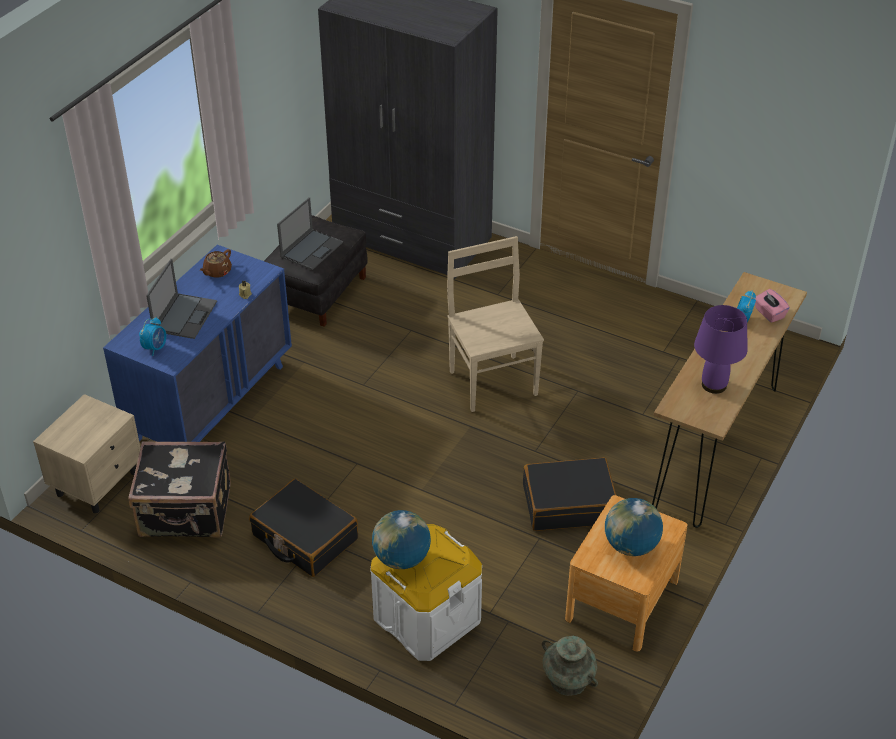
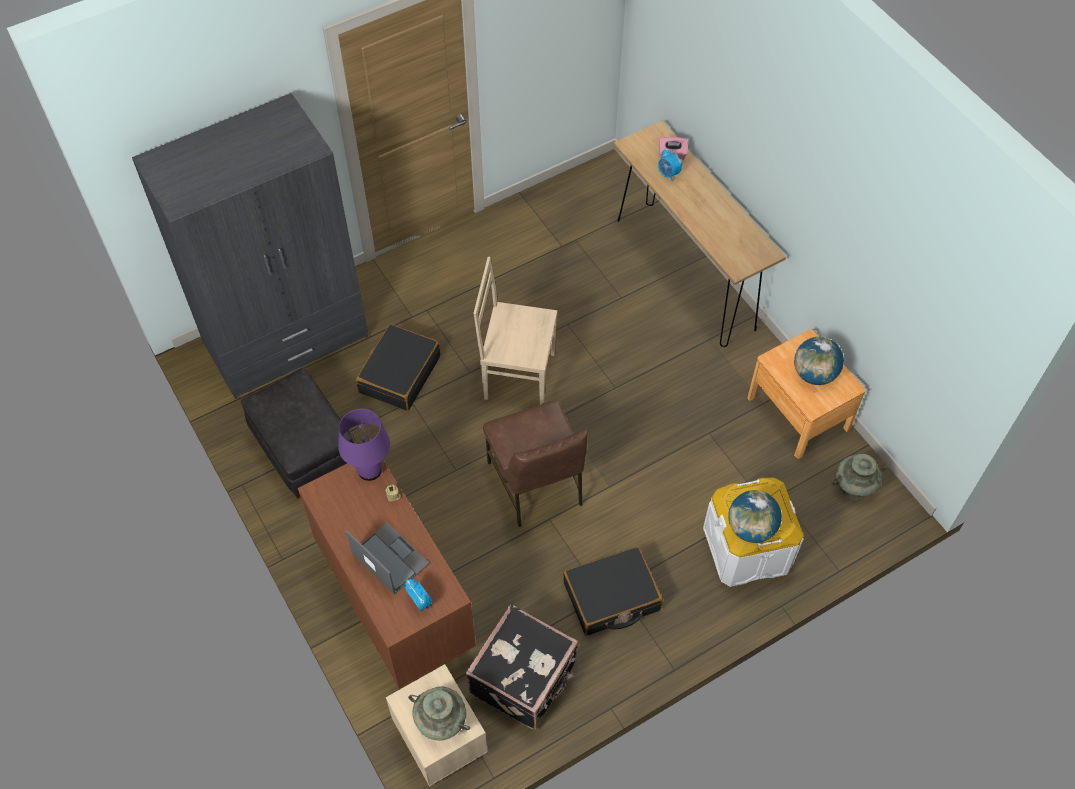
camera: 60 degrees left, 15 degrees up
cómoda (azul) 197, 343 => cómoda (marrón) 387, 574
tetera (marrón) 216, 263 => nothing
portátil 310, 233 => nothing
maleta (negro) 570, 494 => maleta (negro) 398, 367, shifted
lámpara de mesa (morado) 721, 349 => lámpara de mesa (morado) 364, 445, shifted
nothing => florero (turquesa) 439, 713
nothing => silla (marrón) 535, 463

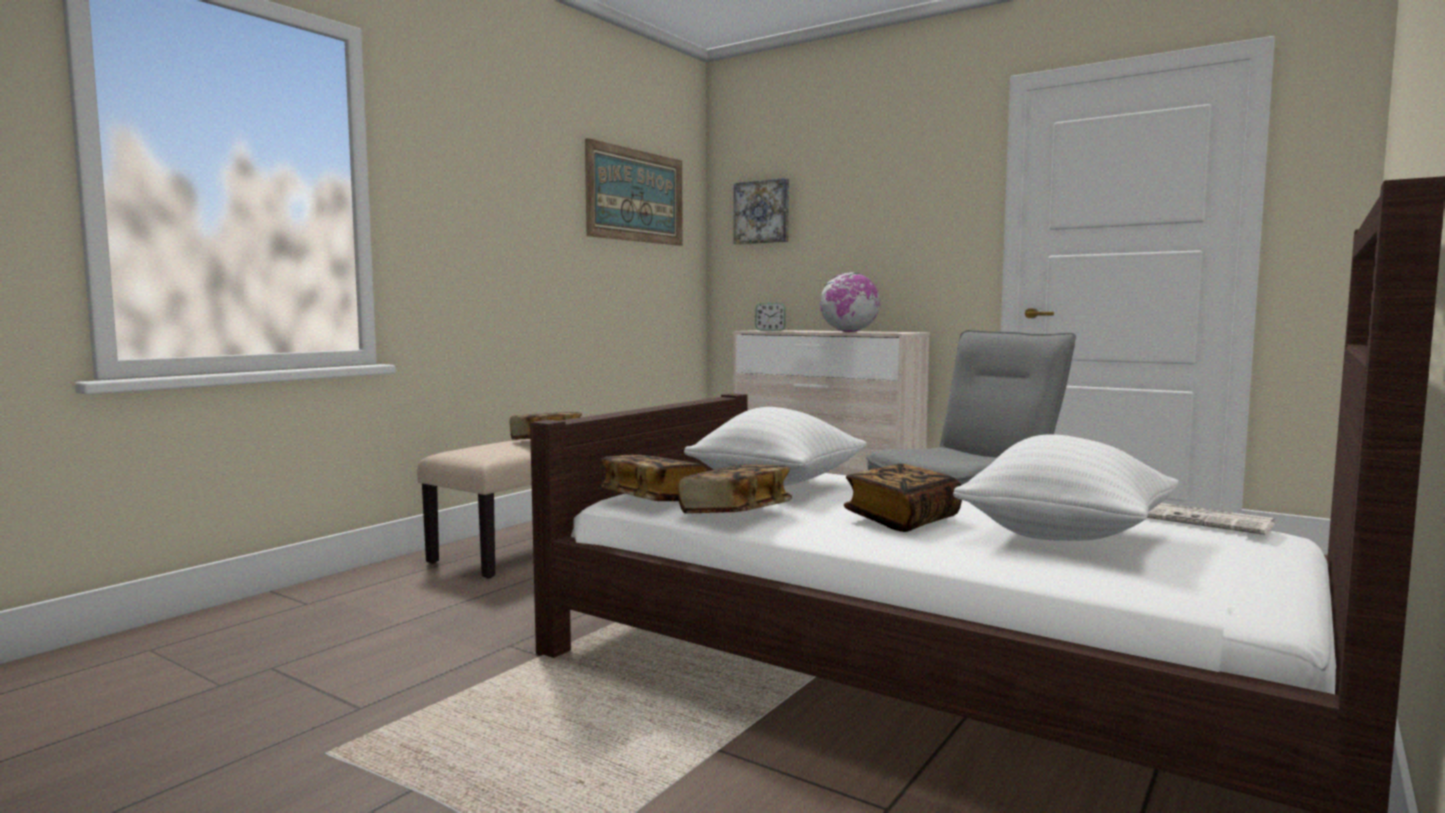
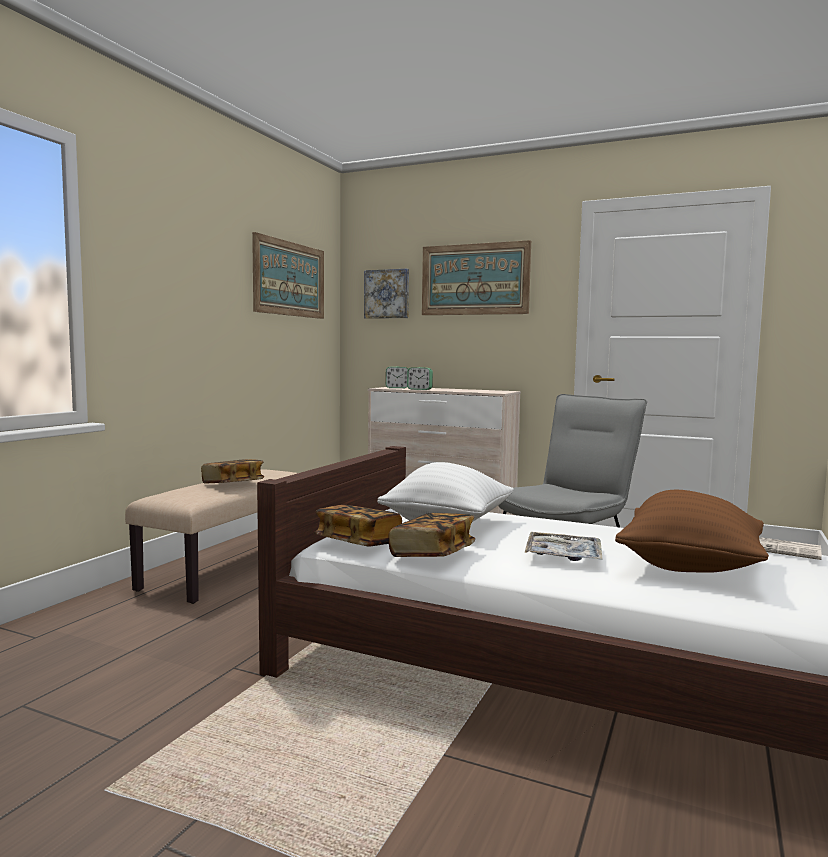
camera: 10 degrees left, 0 degrees up
globo terráqueo 850, 302 => nothing
libro 903, 498 => bandeja 563, 546
cojín (blanco) 1066, 487 => cojín (marrón) 692, 531
nothing => despertador 420, 378
nothing => cuadro 476, 277

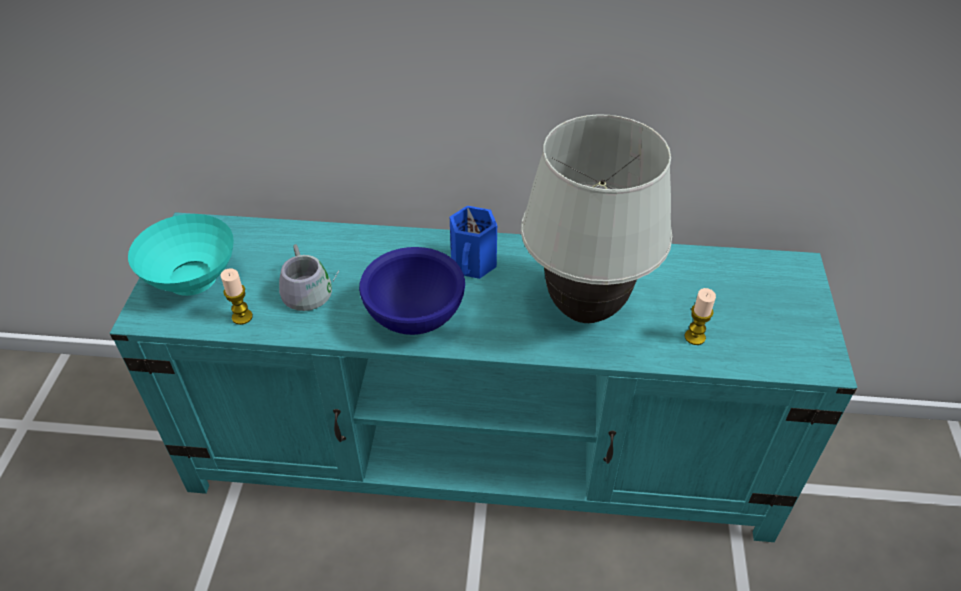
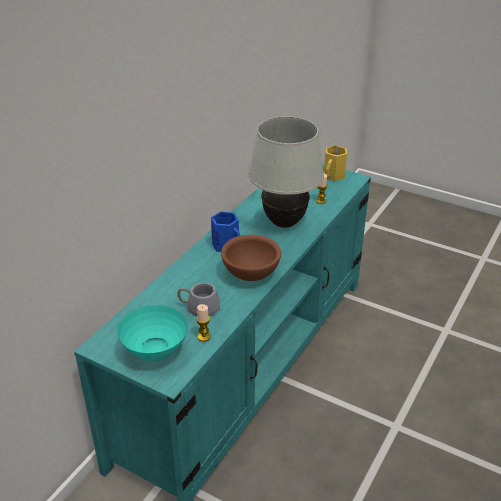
camera: 65 degrees left, 10 degrees down
cuenco (azul) 412, 291 => cuenco (marrón) 251, 257
nothing => taza grande (amarillo) 335, 163

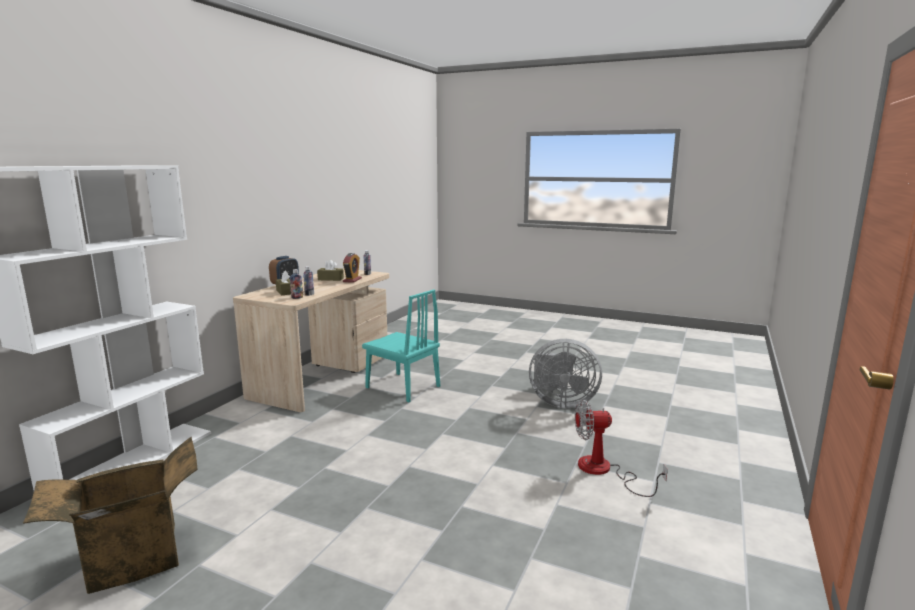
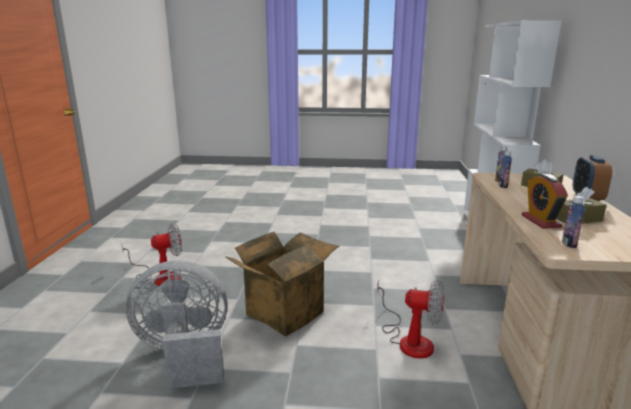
camera: 160 degrees right, 5 degrees up
caja de cartón 110, 515 => caja de cartón 282, 284, shifted
silla (turquesa) 401, 345 => ventilador 410, 319

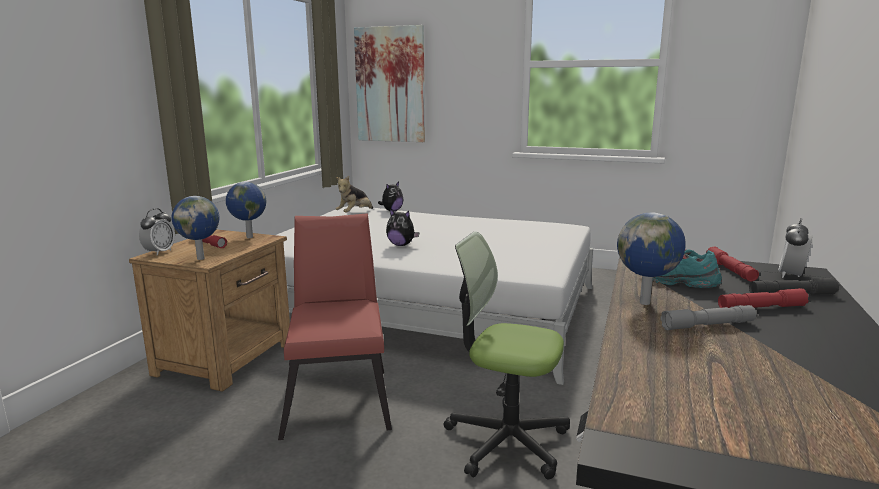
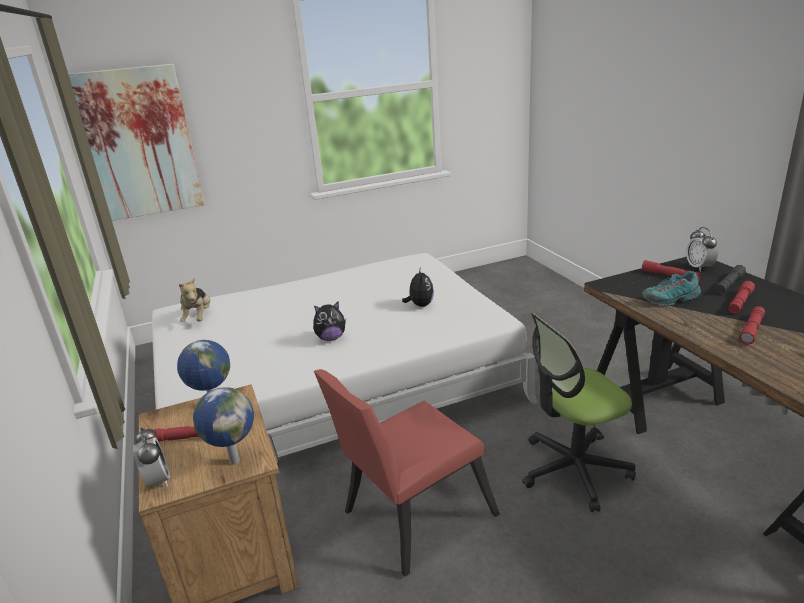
camera: 40 degrees left, 10 degrees up
silla (rojo) 335, 326 => silla (rojo) 407, 473, 75 degrees counterclockwise
peluche 391, 196 => peluche 418, 287, shifted
globo terráqueo 651, 259 => nothing
linterna (gris) 708, 317 => linterna (rojo) 752, 325

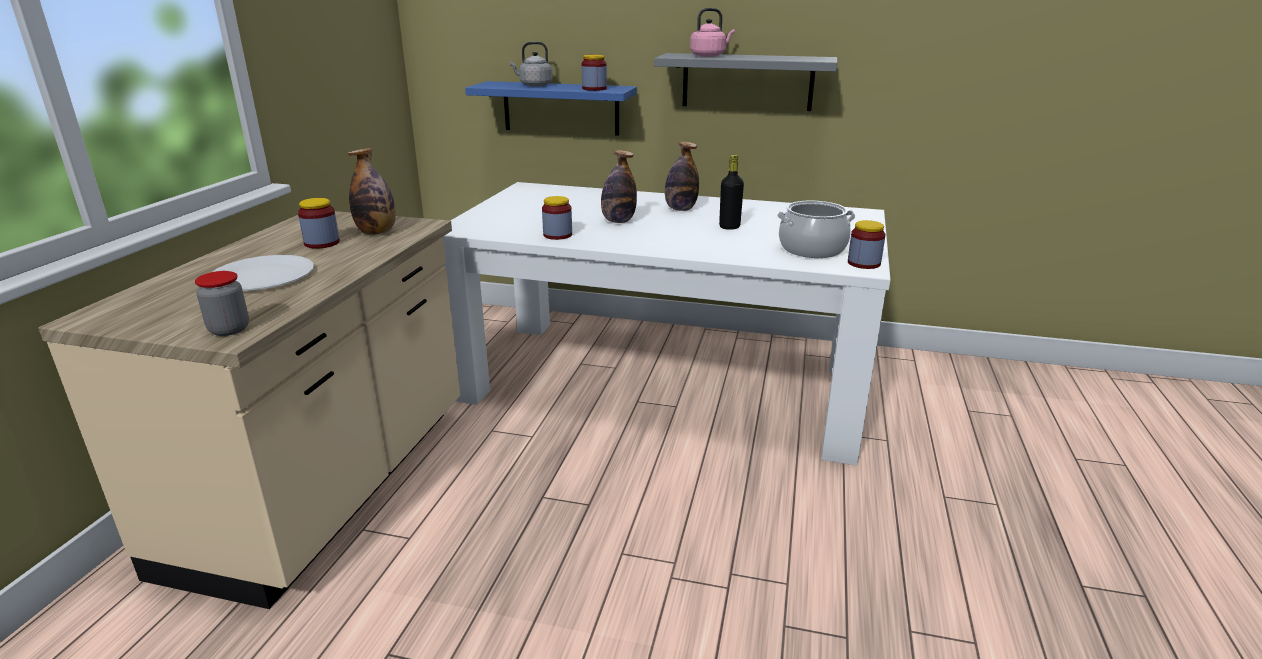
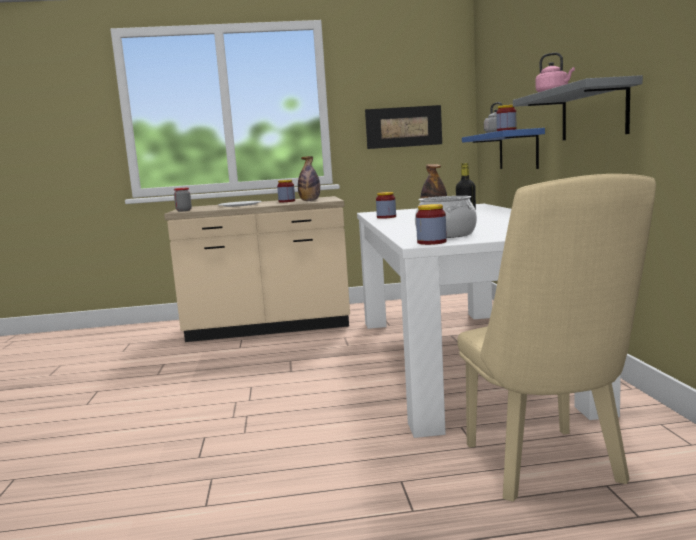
camera: 70 degrees right, 15 degrees down
botella 682, 176 => nothing
nothing => cuadro 403, 127
nothing => silla (beis) 556, 338

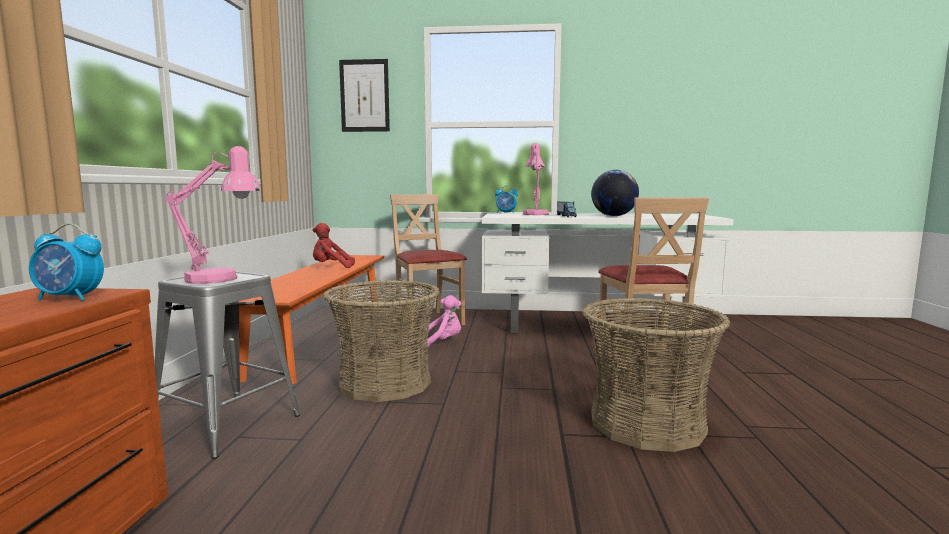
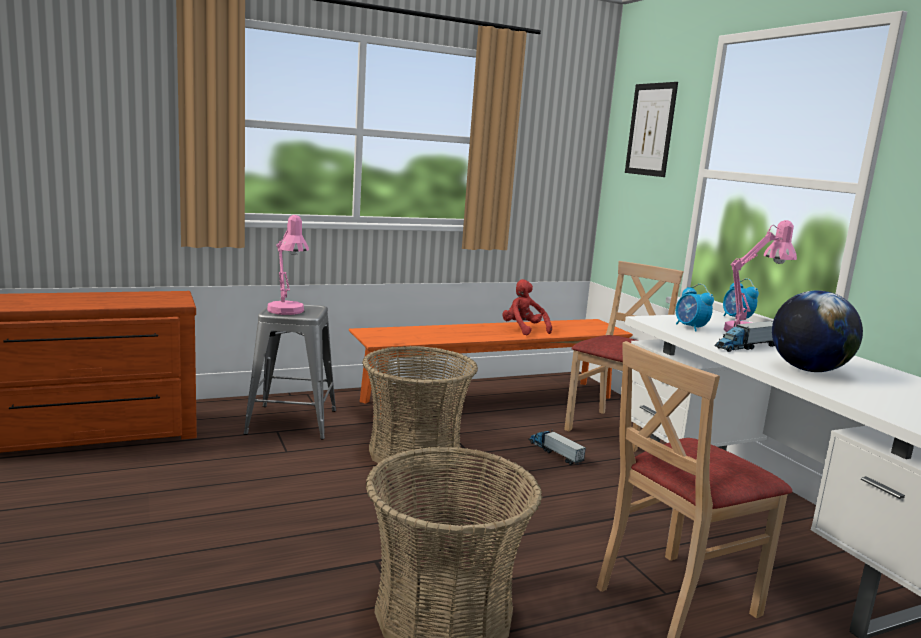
camera: 60 degrees right, 5 degrees up
despertador 66, 262 => despertador 695, 308, shifted
peluche (rosa) 439, 321 => camión de juguete 557, 447

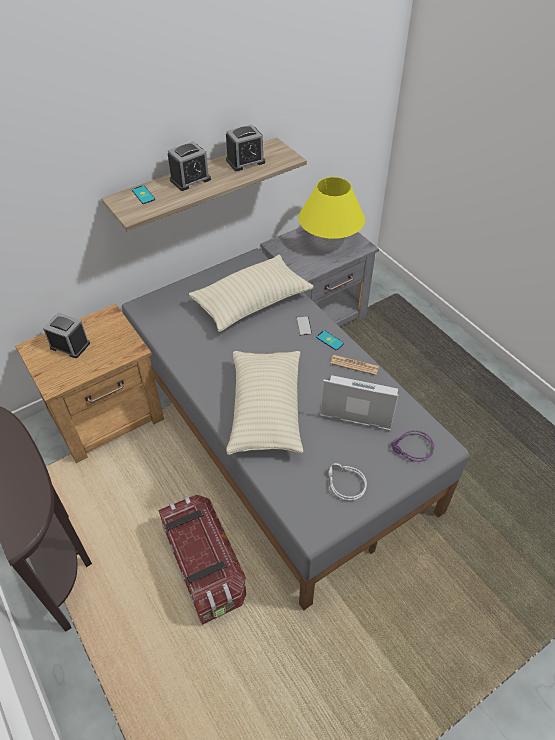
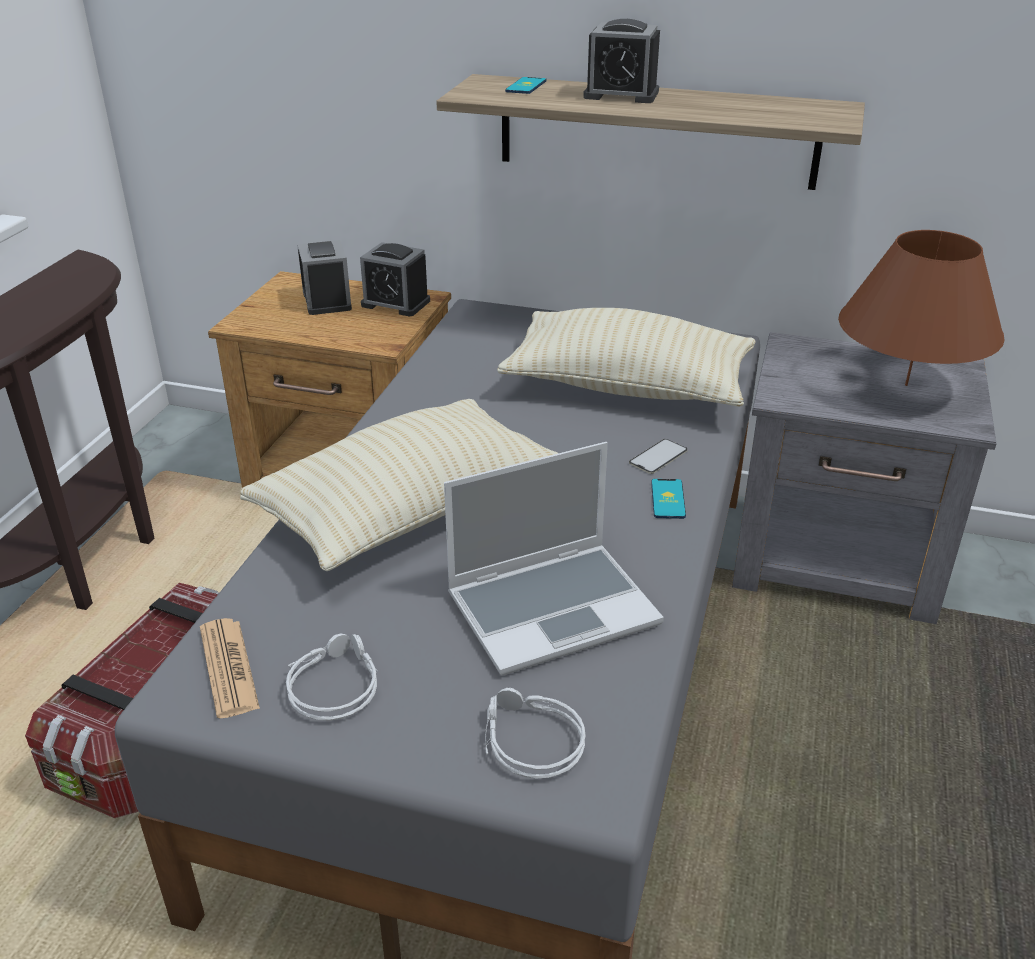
camera: 50 degrees right, 15 degrees down
despertador 245, 148 => despertador 395, 279, shifted
lámpara de mesa (amarillo) 331, 209 => lámpara de mesa (marrón) 921, 308
portátil 359, 403 => portátil 554, 559, 90 degrees clockwise
periódico 354, 365 => periódico 230, 668, shifted
auriculares (morado) 412, 446 => auriculares (gris) 535, 733

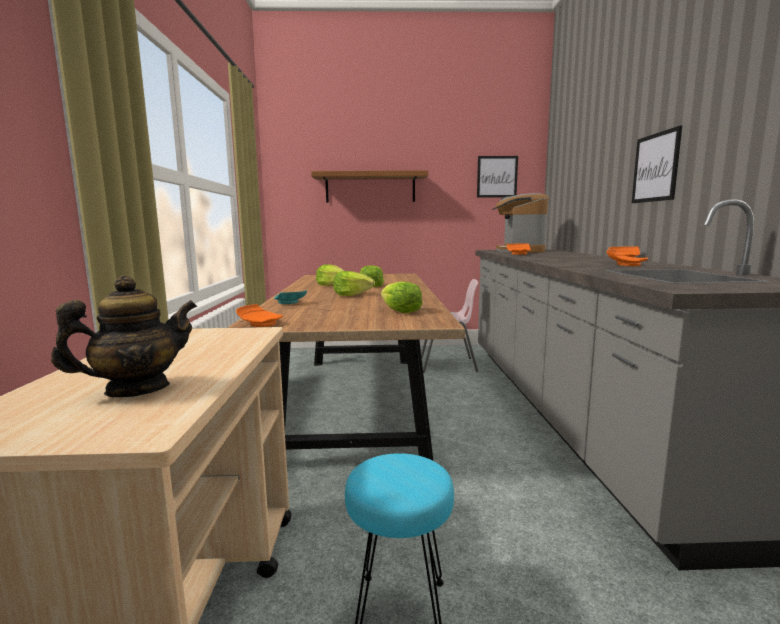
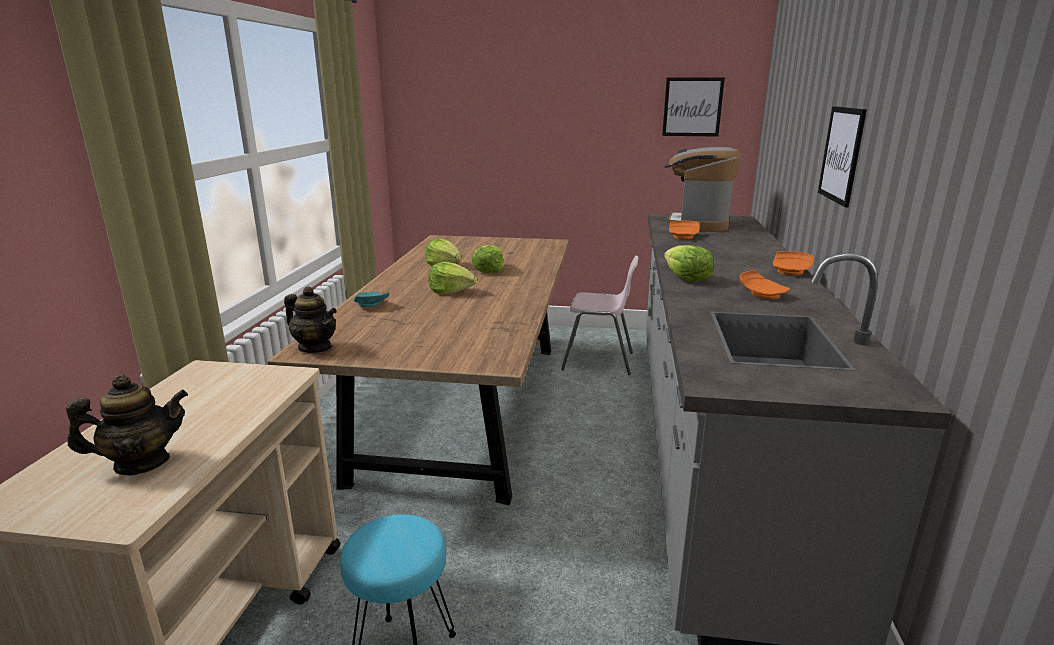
camera: 10 degrees right, 10 degrees up
plato (naranja) 259, 315 => tetera 310, 320
estante 369, 186 => nothing
lechuga 402, 297 => lechuga 688, 263, shifted

